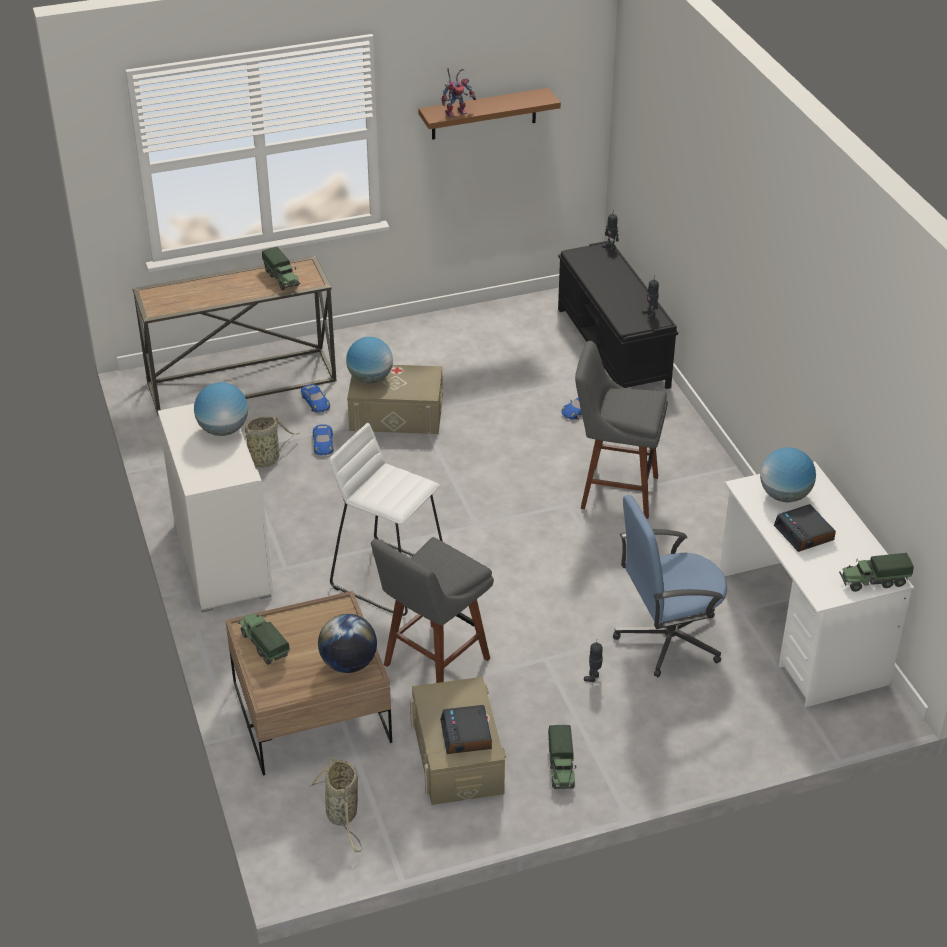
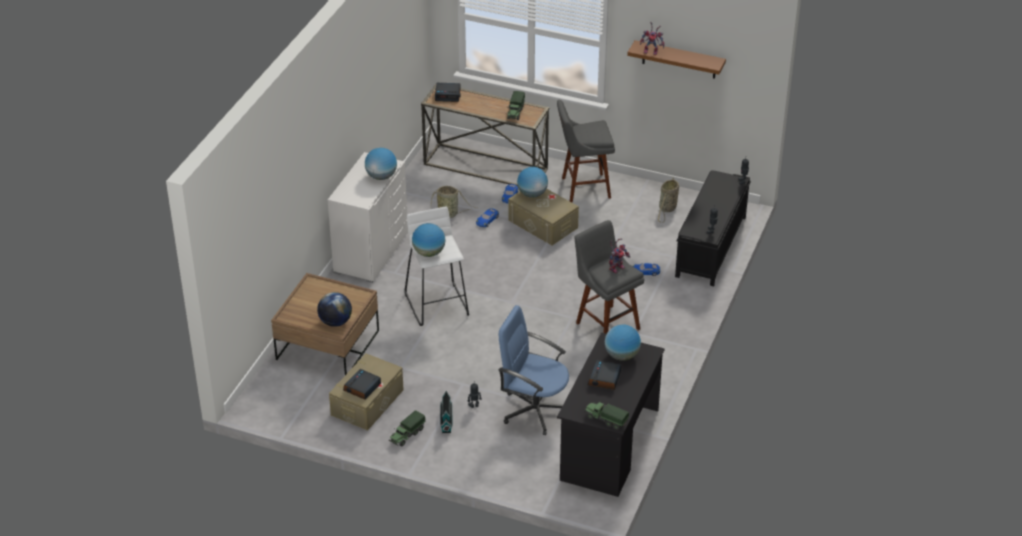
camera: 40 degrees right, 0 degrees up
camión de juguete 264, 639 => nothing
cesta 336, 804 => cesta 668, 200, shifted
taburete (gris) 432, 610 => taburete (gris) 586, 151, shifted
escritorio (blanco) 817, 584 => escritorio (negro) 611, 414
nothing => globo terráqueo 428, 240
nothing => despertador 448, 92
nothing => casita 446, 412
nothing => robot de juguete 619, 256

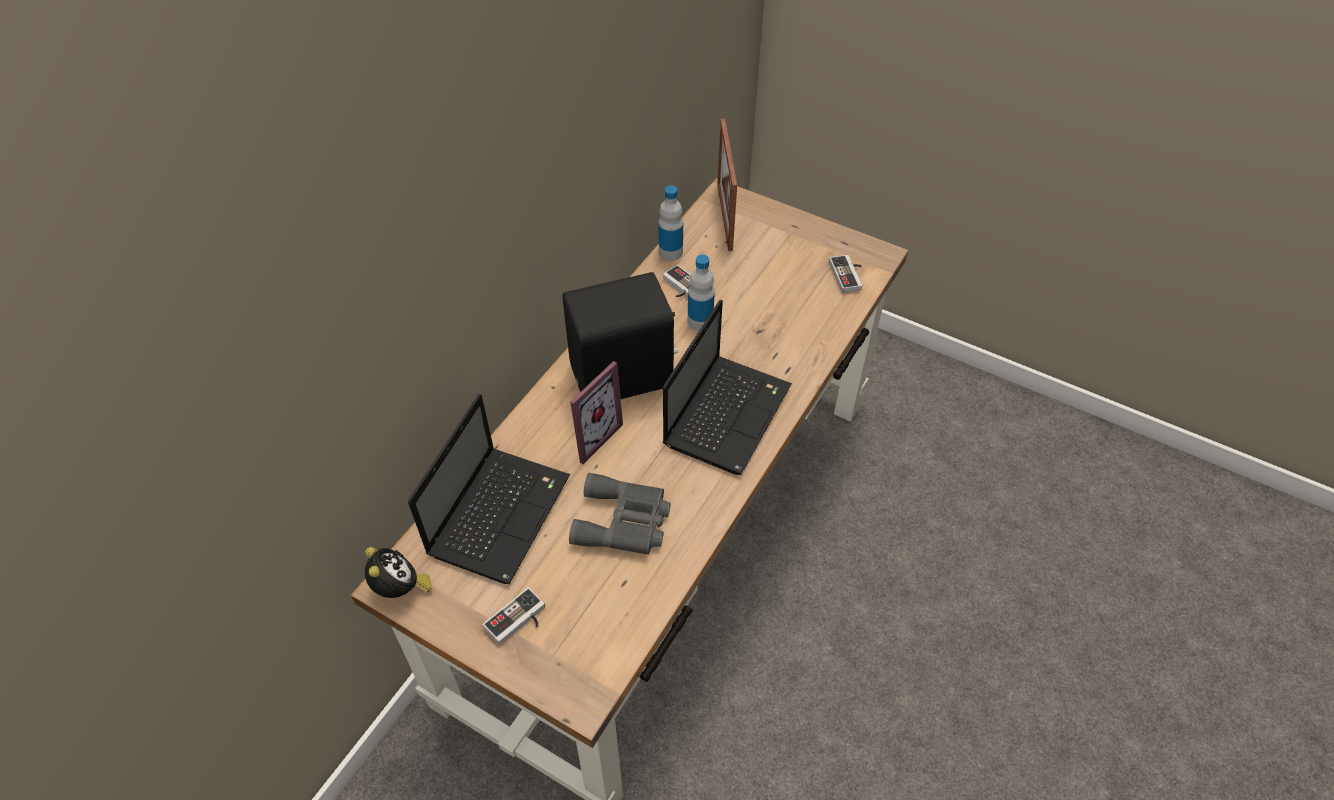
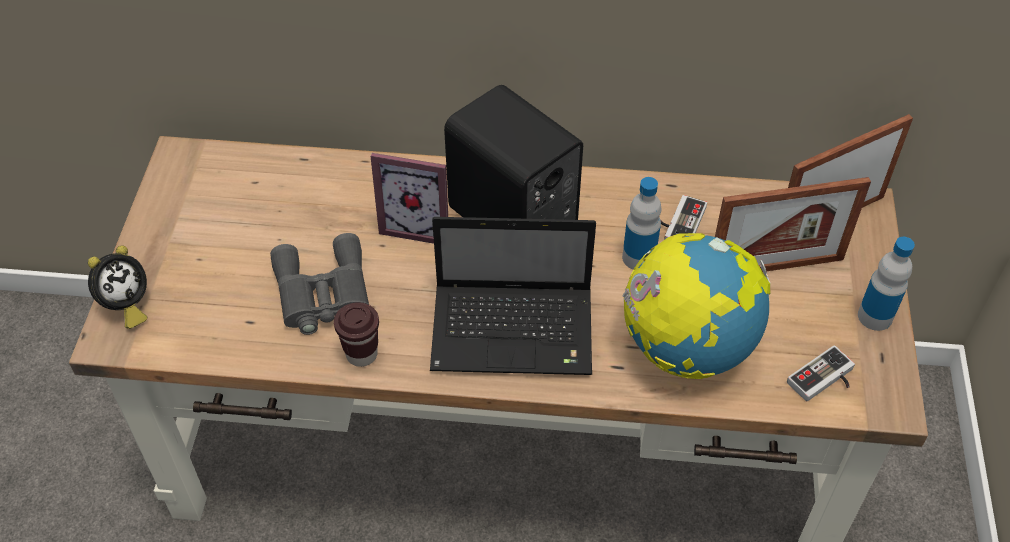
camera: 65 degrees right, 0 degrees up
despertador 398, 572 => despertador 117, 287, shifted
portátil 489, 489 => nothing
mando de consola 514, 616 => nothing
botella 670, 223 => botella 886, 284, shifted
nothing => taza (marrón) 356, 334
nothing => globo terráqueo 696, 306
nothing => portarretratos 793, 224

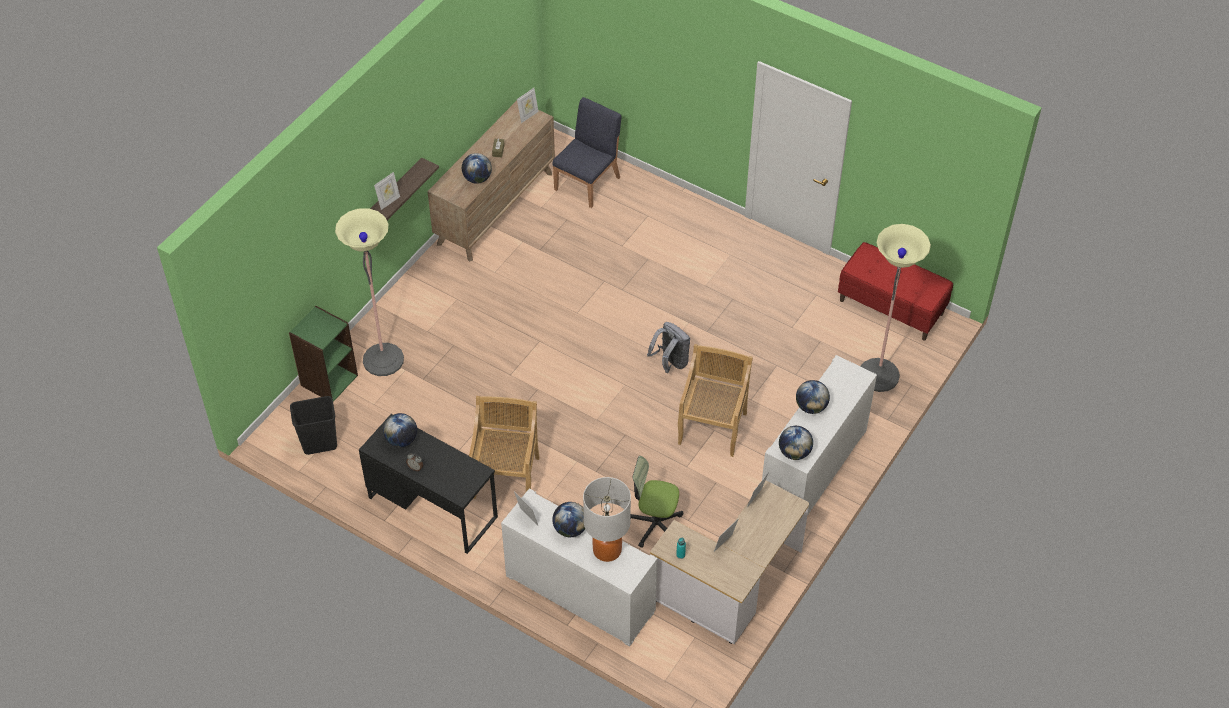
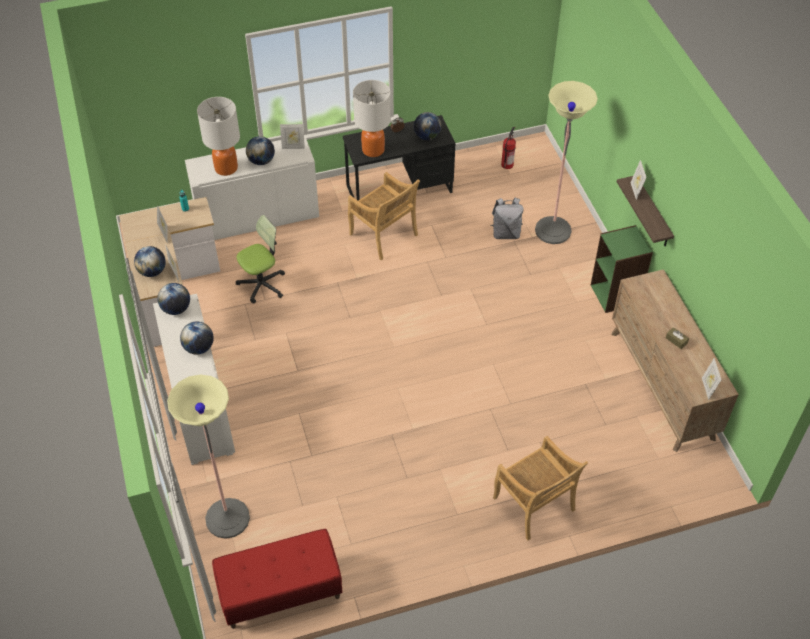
camera: 130 degrees right, 0 degrees up
estantería (verde) 323, 354 => estantería (verde) 622, 269, shifted
papelera (negro) 313, 425 => extintor 508, 148
globo terráqueo 477, 168 => globo terráqueo 150, 261, shifted
silla (azul) 586, 152 => nothing
mochila (gris) 668, 347 => mochila (gris) 507, 218, shifted
silla (beis) 715, 400 => silla (beis) 540, 488, shifted
nothing => lámpara de mesa 372, 118

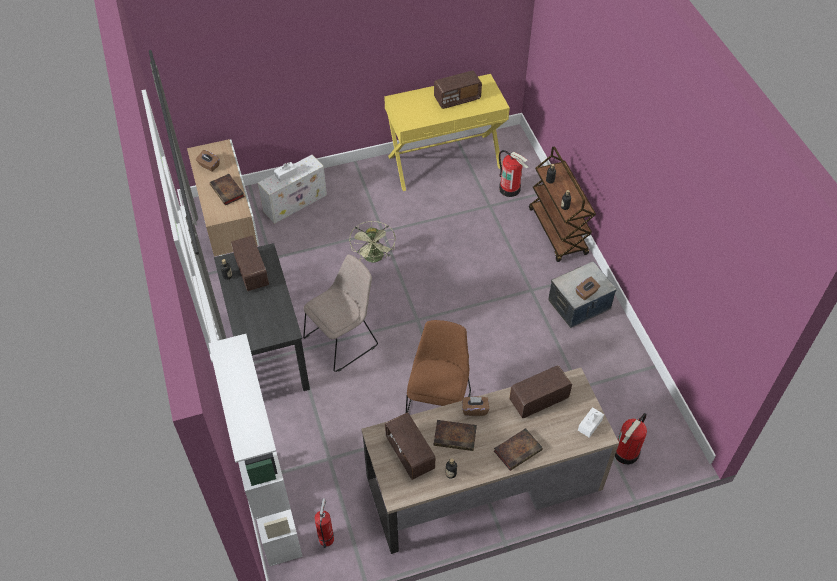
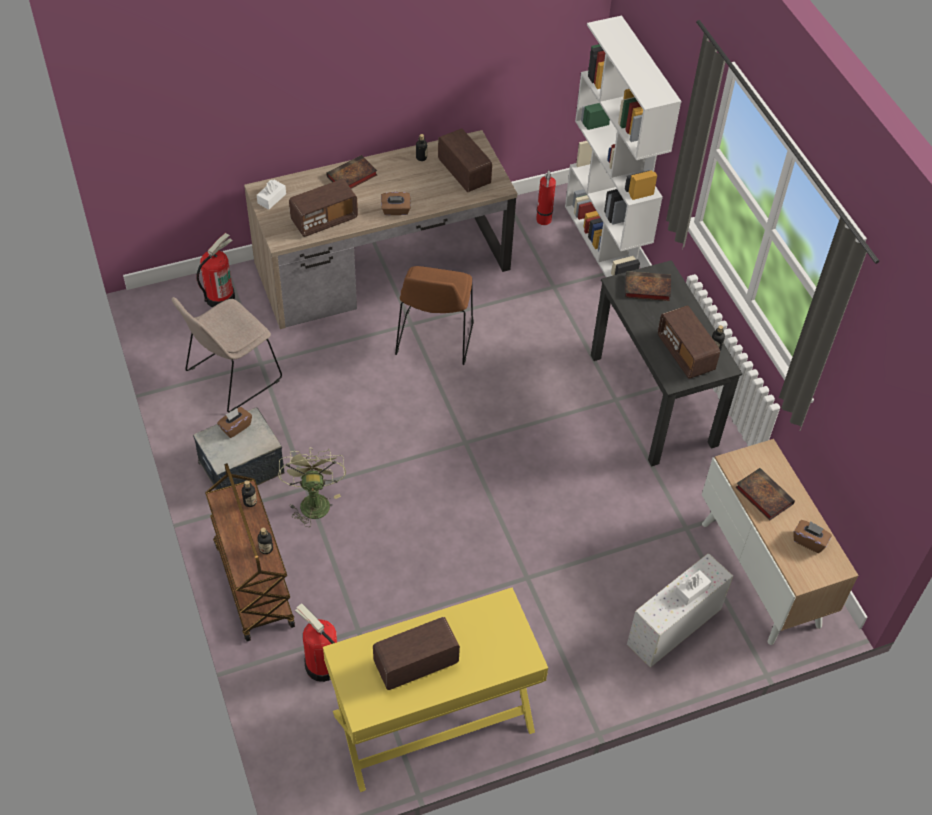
camera: 175 degrees right, 0 degrees up
silla (beis) 340, 313 => silla (beis) 227, 355, shifted
ventilador (verde) 372, 241 => ventilador (verde) 312, 487, shifted
libro 455, 435 => libro 648, 286, shifted

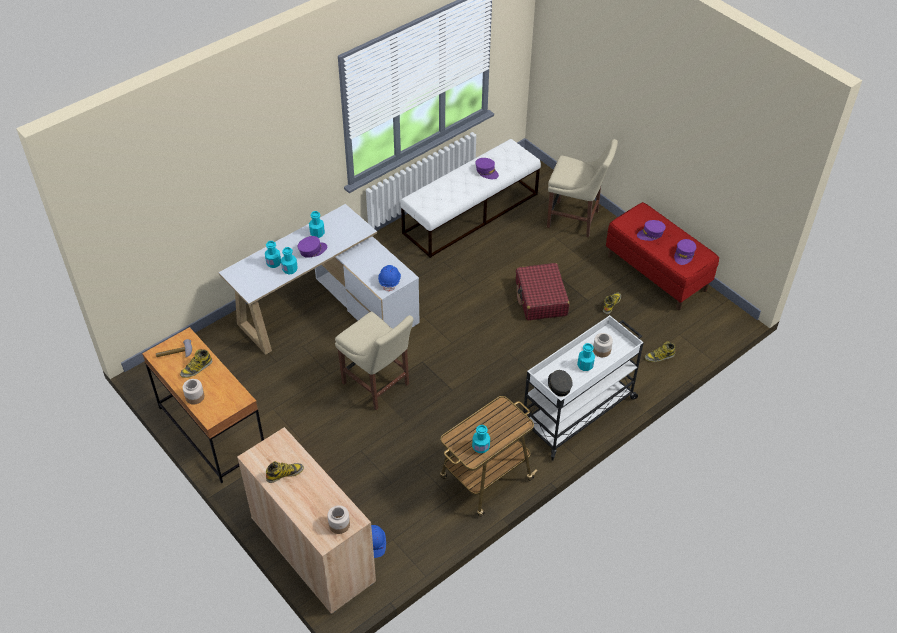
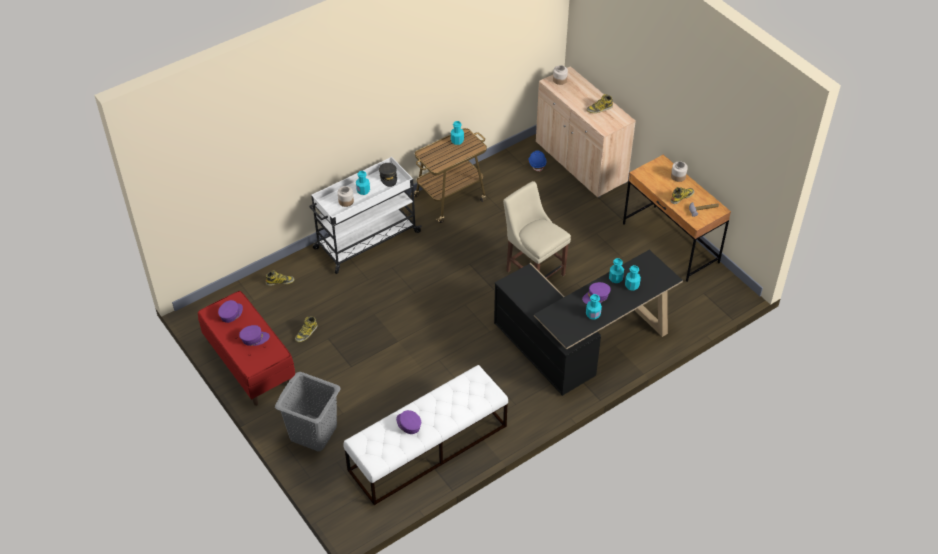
camera: 175 degrees left, 0 degrees up
escritorio (blanco) 319, 279 => escritorio (negro) 588, 323
casco (azul) 389, 278 => nothing
maleta (rojo) 543, 292 => nothing
silla (beis) 582, 188 => cesto de la ropa (gris) 307, 411

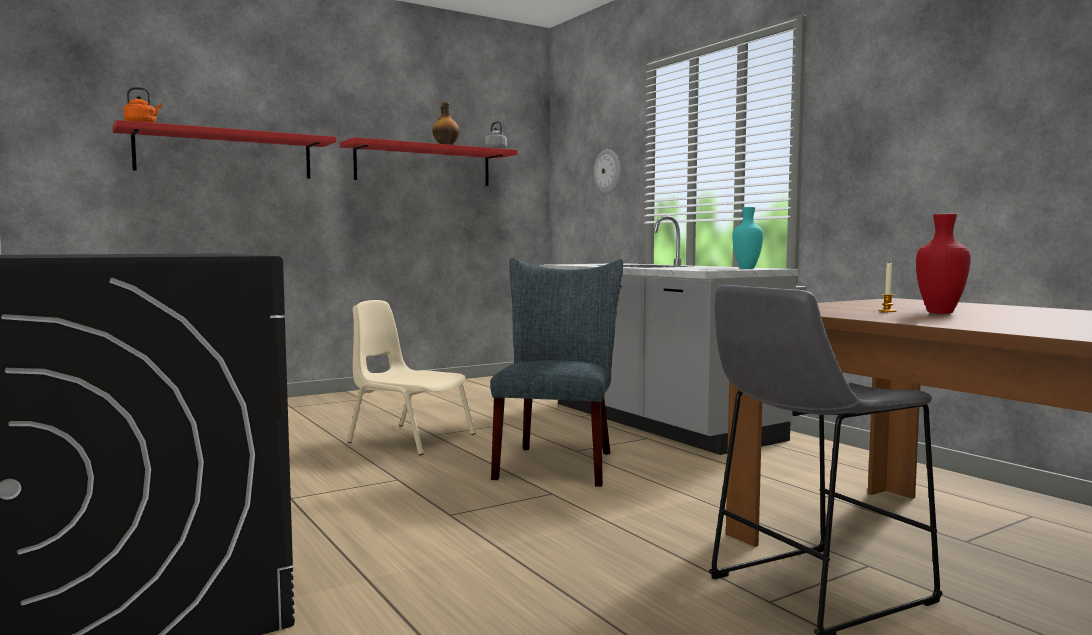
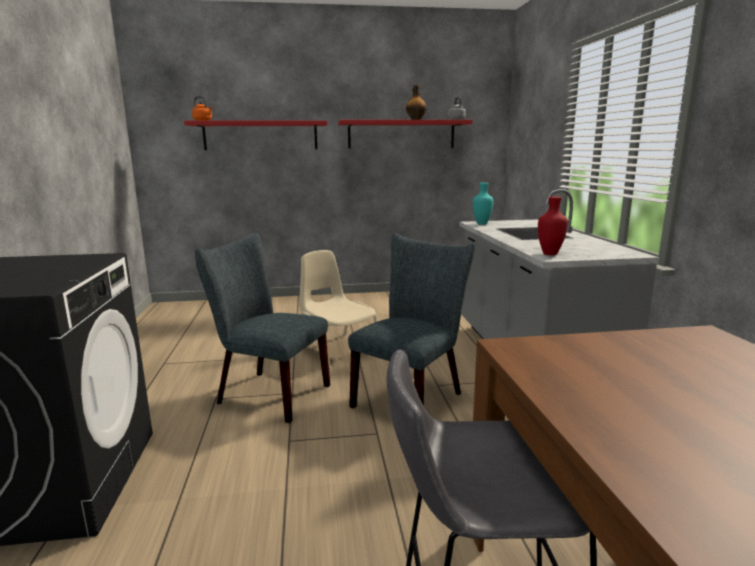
camera: 25 degrees right, 10 degrees up
reloj de pared 606, 171 => nothing
florero (turquesa) 747, 238 => florero (turquesa) 483, 204, shifted
vela 887, 287 => nothing
florero (rojo) 943, 264 => florero (rojo) 553, 226, shifted
nothing => silla (gris) 262, 328

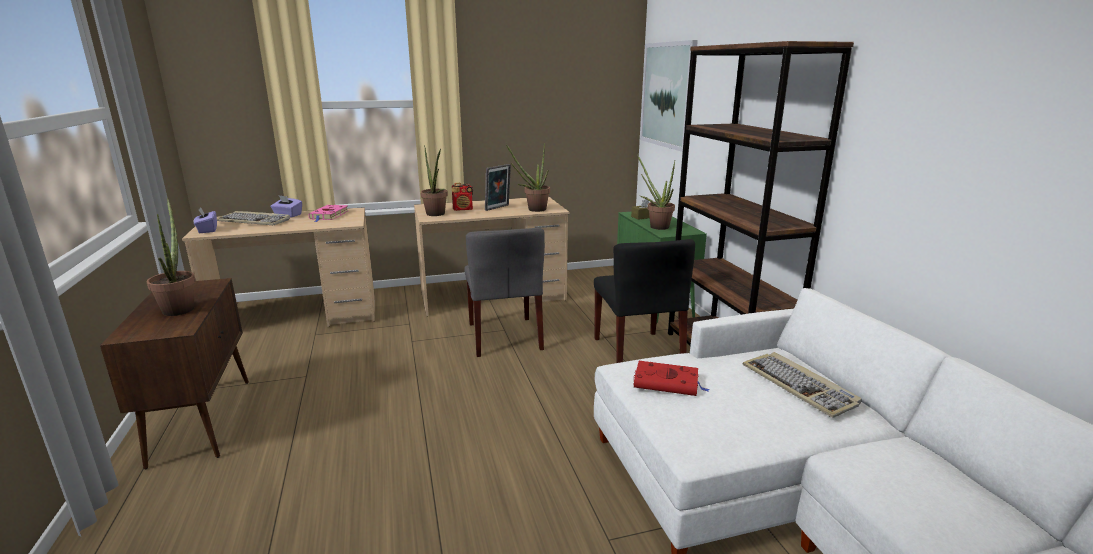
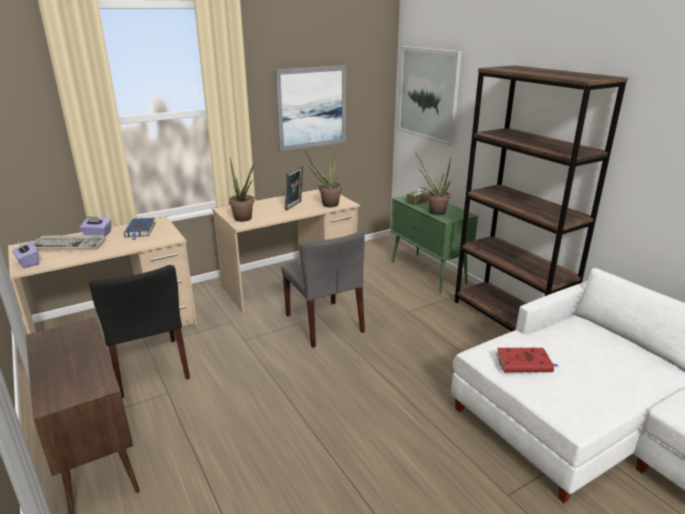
camera: 15 degrees left, 5 degrees up
planta en maceta 171, 257 => nothing
libro (rosa) 328, 213 => libro (azul) 139, 229
radio 462, 197 => nothing
silla (negro) 644, 301 => silla (negro) 139, 331, shifted
teclado 802, 385 => nothing
nothing => cuadro 310, 108

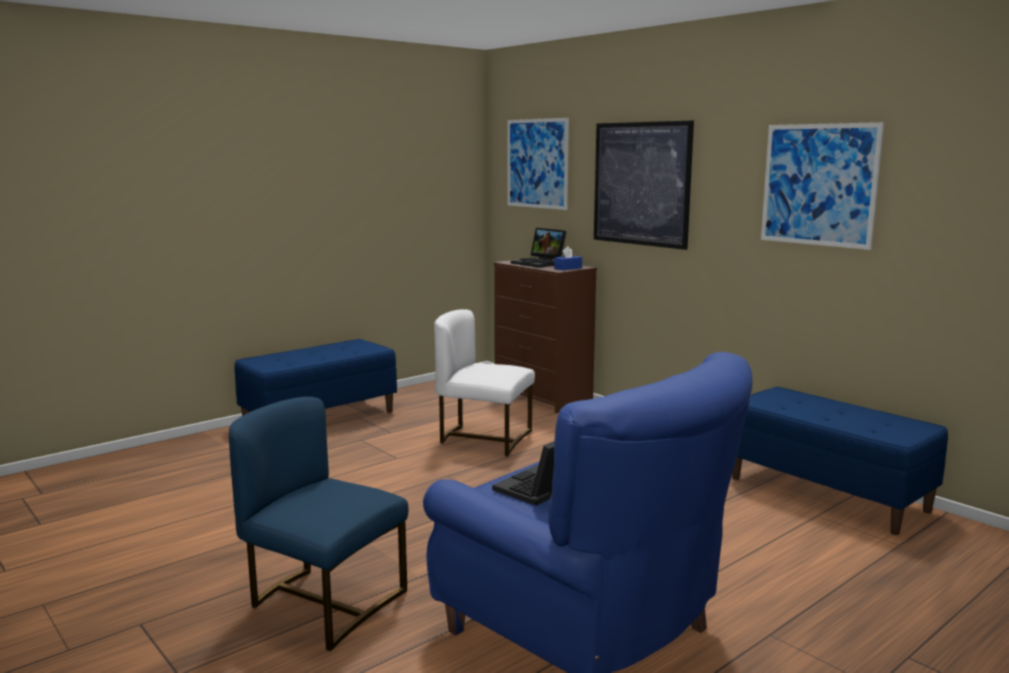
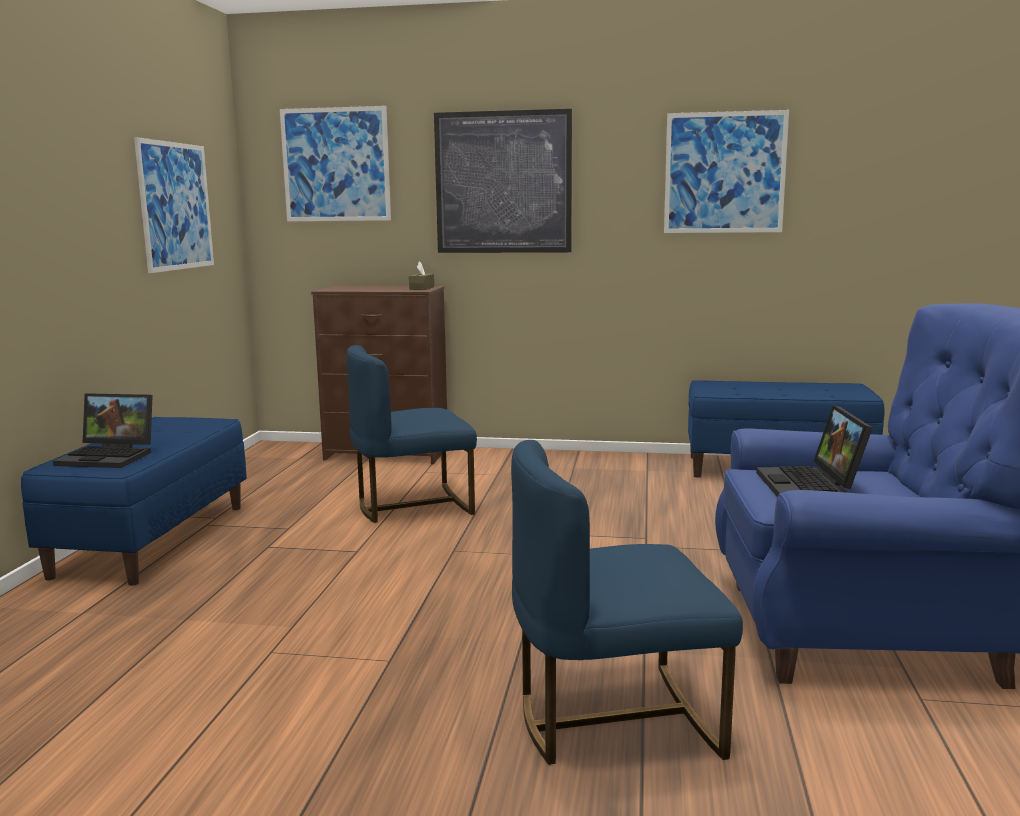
camera: 40 degrees left, 0 degrees up
silla (blanco) 484, 382 => silla (azul) 411, 434
portátil 539, 248 => portátil 103, 430, shifted
caja de pañuelos (azul) 568, 258 => caja de pañuelos (marrón) 421, 276
nothing => cuadro 174, 205

